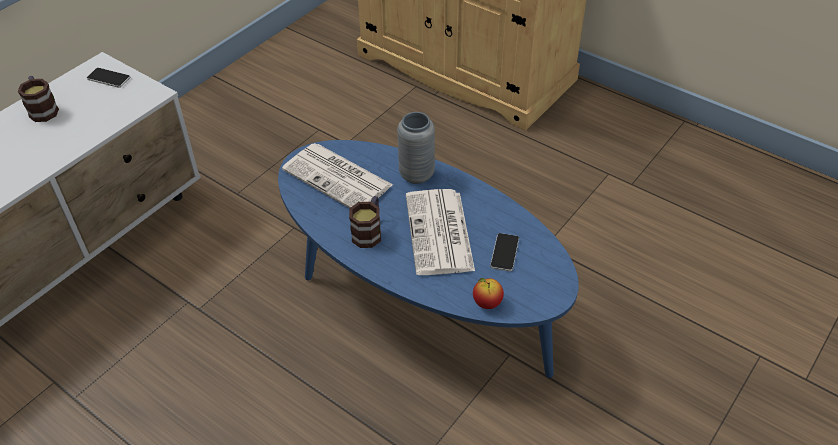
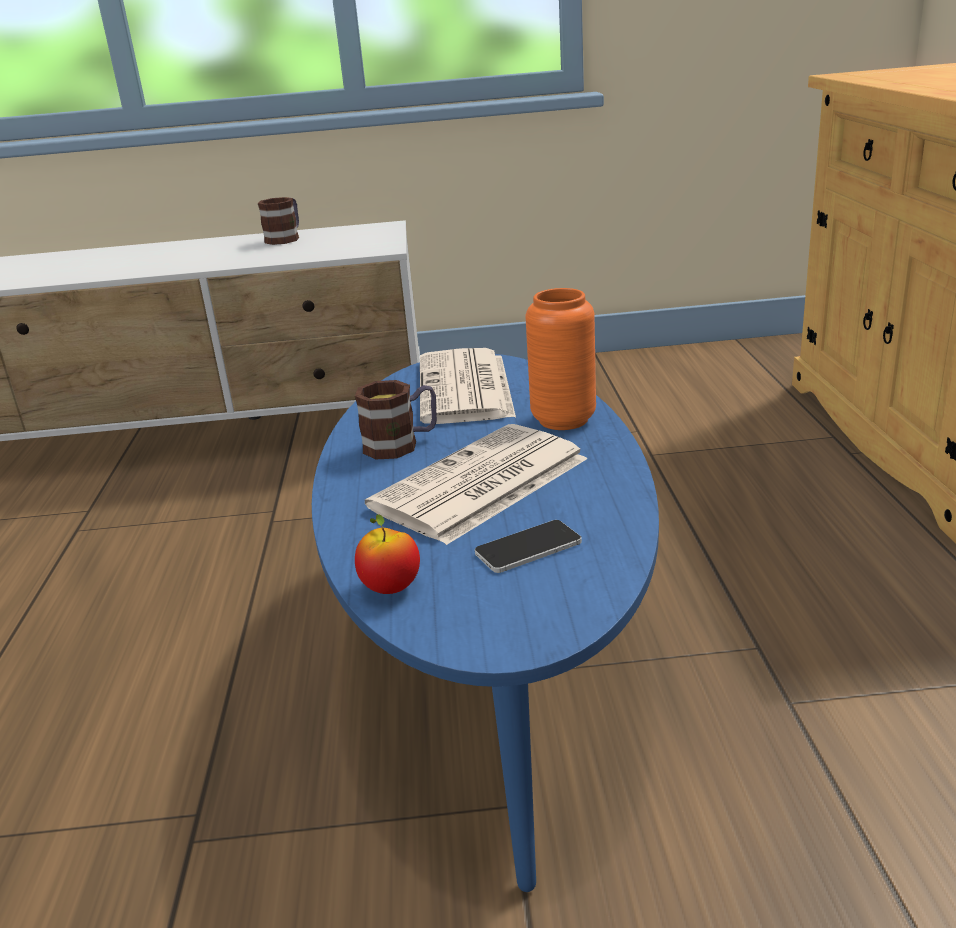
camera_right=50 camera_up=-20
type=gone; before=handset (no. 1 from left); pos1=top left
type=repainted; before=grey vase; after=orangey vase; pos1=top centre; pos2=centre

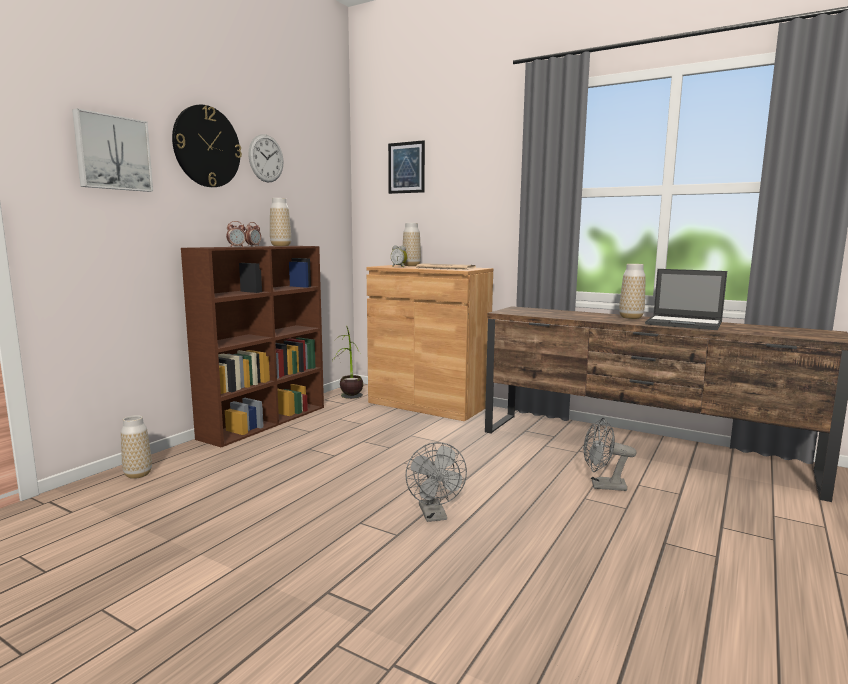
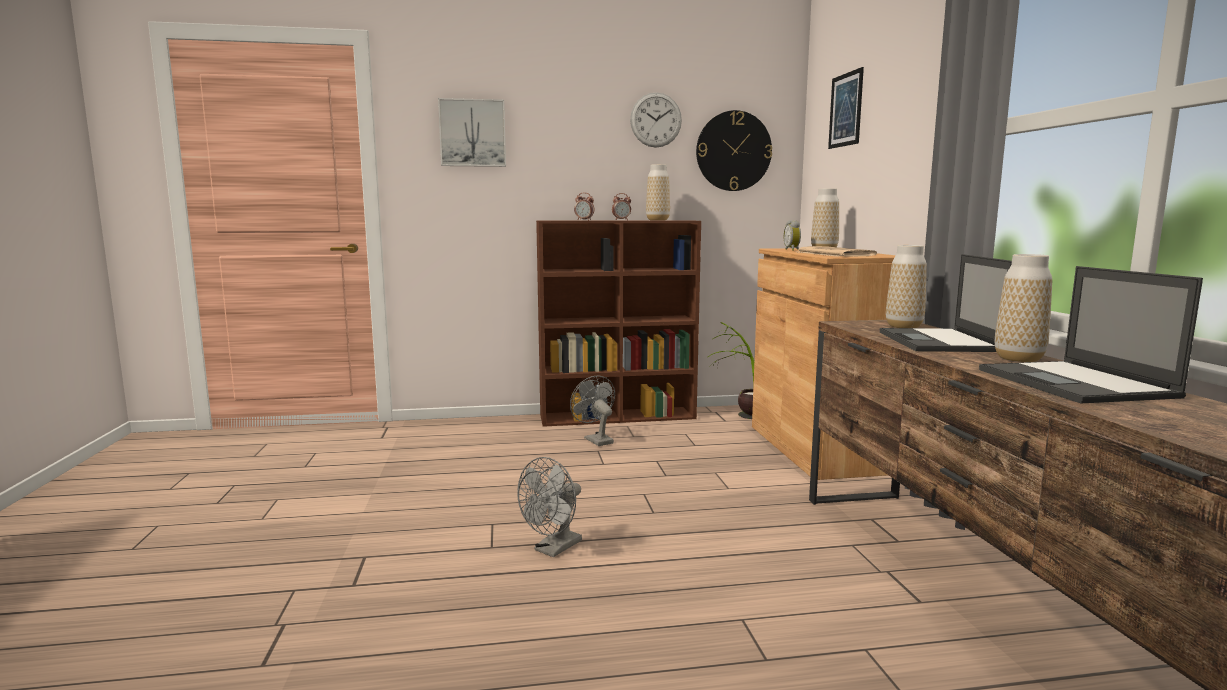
camera_right=50 camera_up=0
type=shifted; before=vase (no. 1 from left in the first image); after=vase (no. 3 from left); pos1=middle left; pos2=middle right
type=shifted; before=clock on the wall (no. 1 from left in the first image); after=clock on the wall (no. 2 from left); pos1=top left; pos2=top centre
type=shifted; before=grey fan (no. 2 from left); pos1=middle right; pos2=centre
type=new; after=notebook computer (no. 1 from left); pos2=middle right

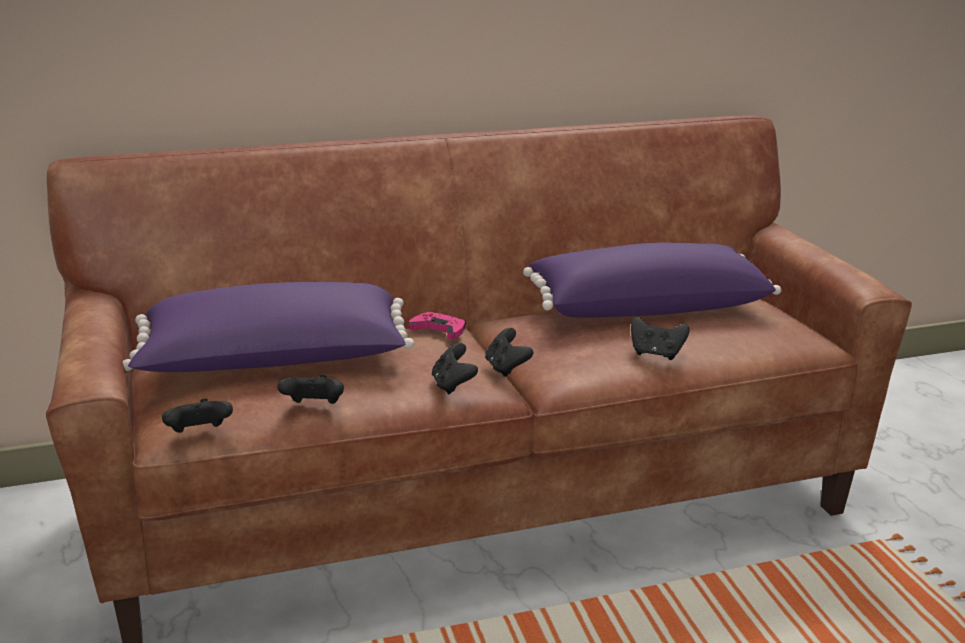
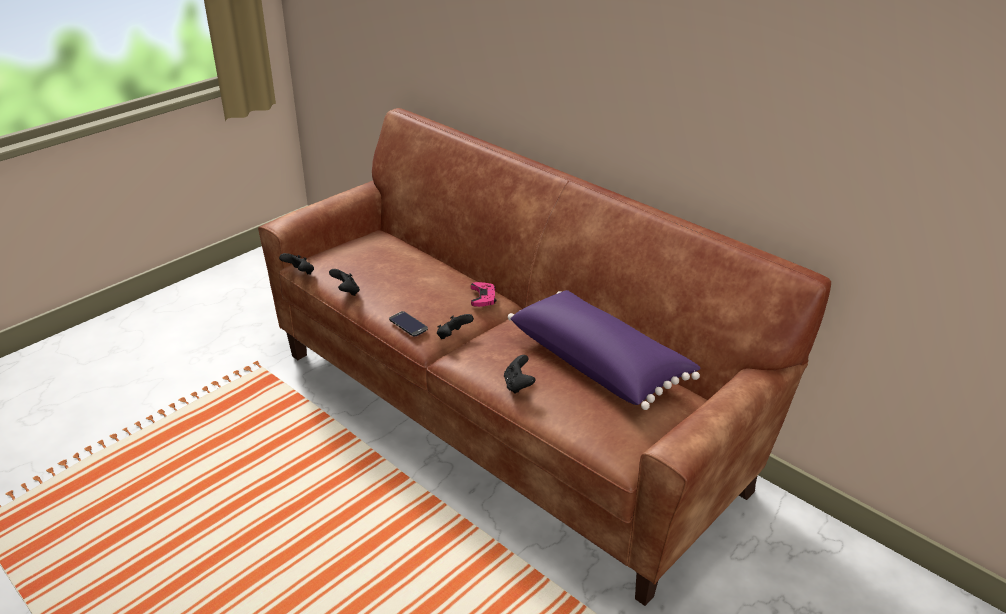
camera_right=60 camera_up=10
type=gone; before=purple throw pillow (no. 1 from left); pos1=middle left
type=swapped; before=black game controller (no. 3 from left); after=handset; pos1=centre; pos2=centre

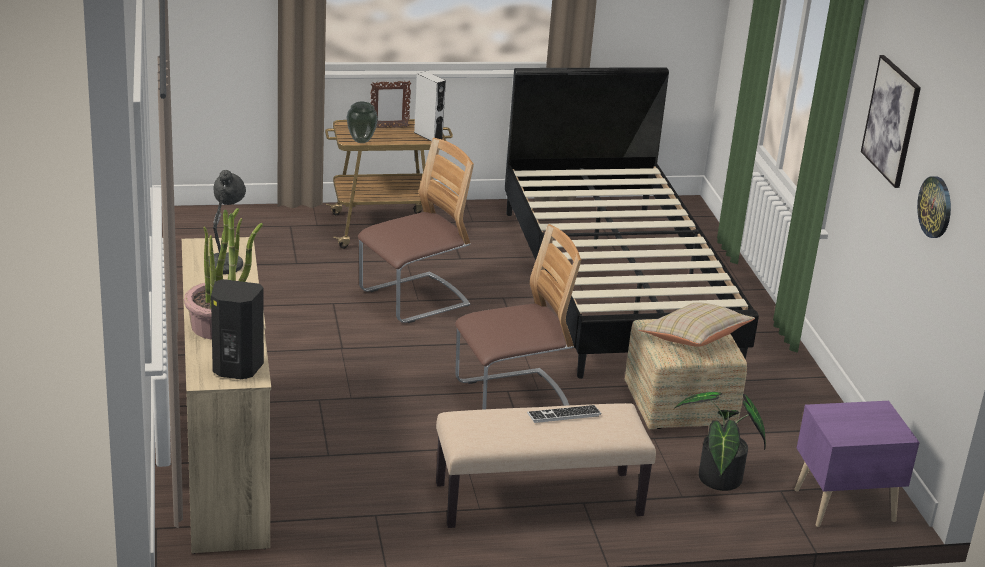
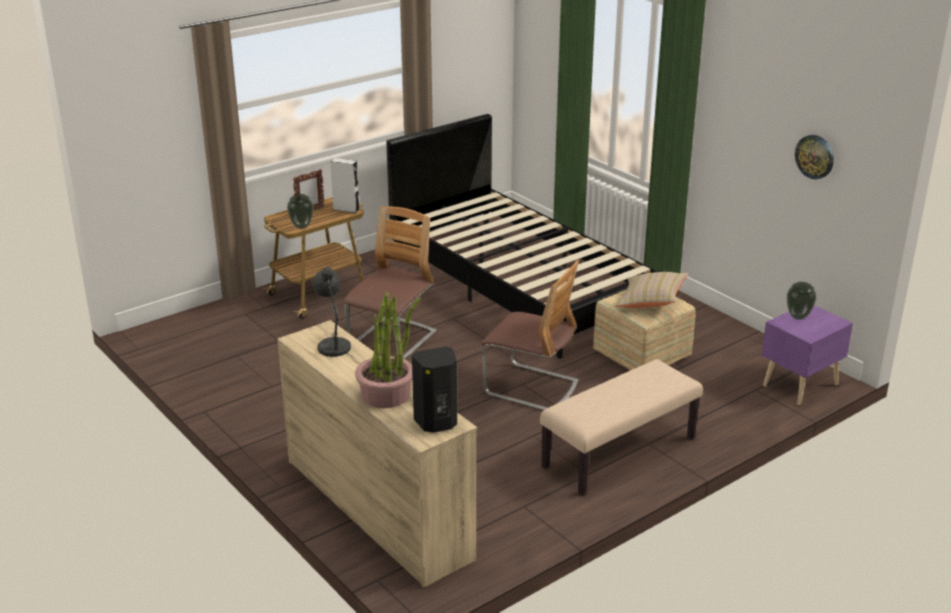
camera_right=-25 camera_up=0
type=rotated; before=upright chair (no. 2 from left); pos1=centre; pos2=centre; turn=75
type=gone; before=computer keyboard; pos1=bottom centre
type=gone; before=potted plant (no. 2 from left); pos1=bottom right
type=gone; before=wall picture; pos1=top right
type=new; after=vase (no. 2 from left); pos2=middle right

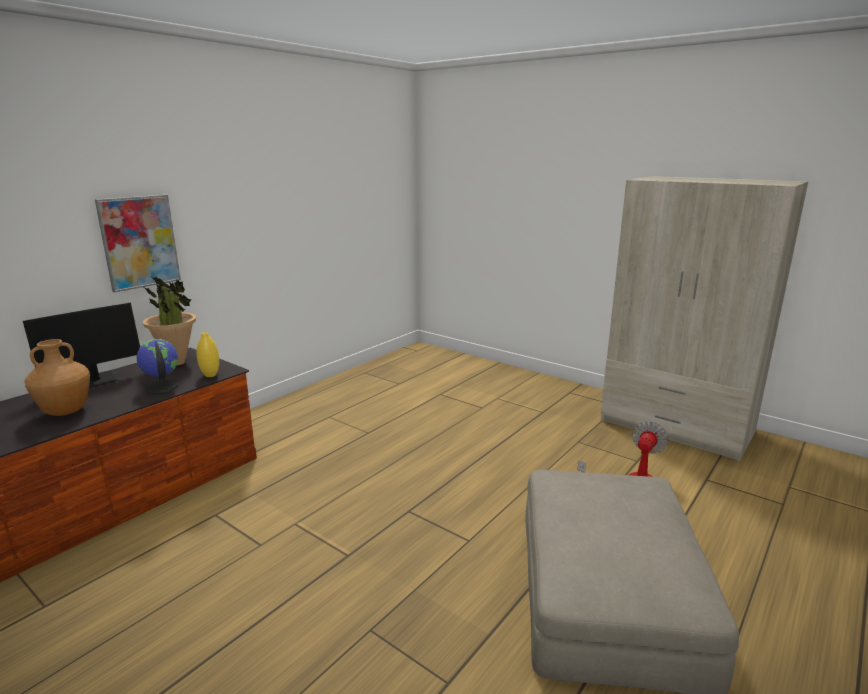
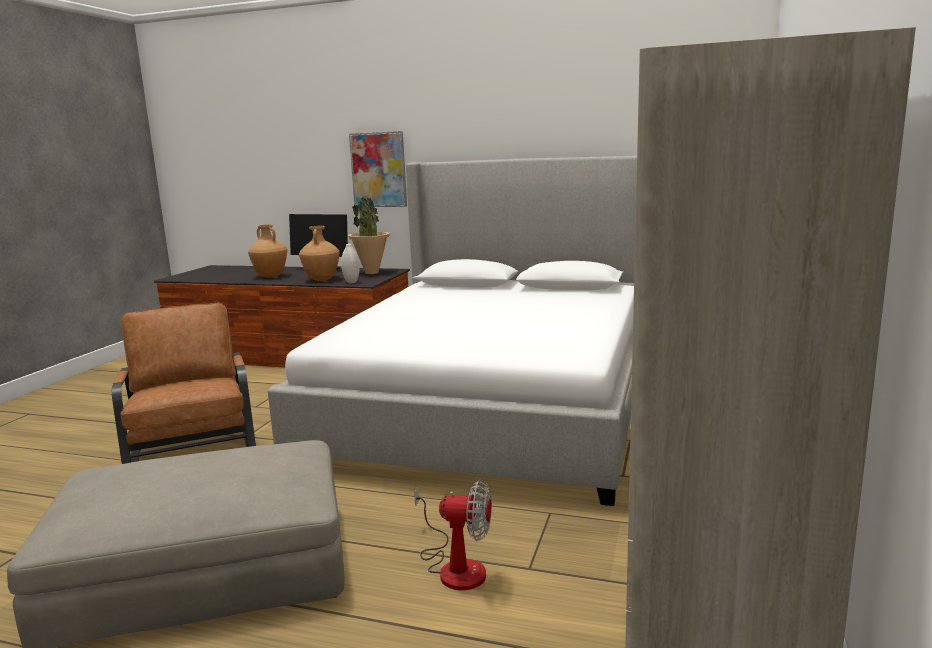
camera_right=70 camera_up=-5
type=swapped; before=desk globe; after=brown vase (no. 2 from left); pos1=middle left; pos2=centre
type=repainted; before=yellow-coloured vase; after=white vase; pos1=middle left; pos2=centre
type=new; after=brown armchair; pos2=middle left
type=new; after=sleeping bed; pos2=centre

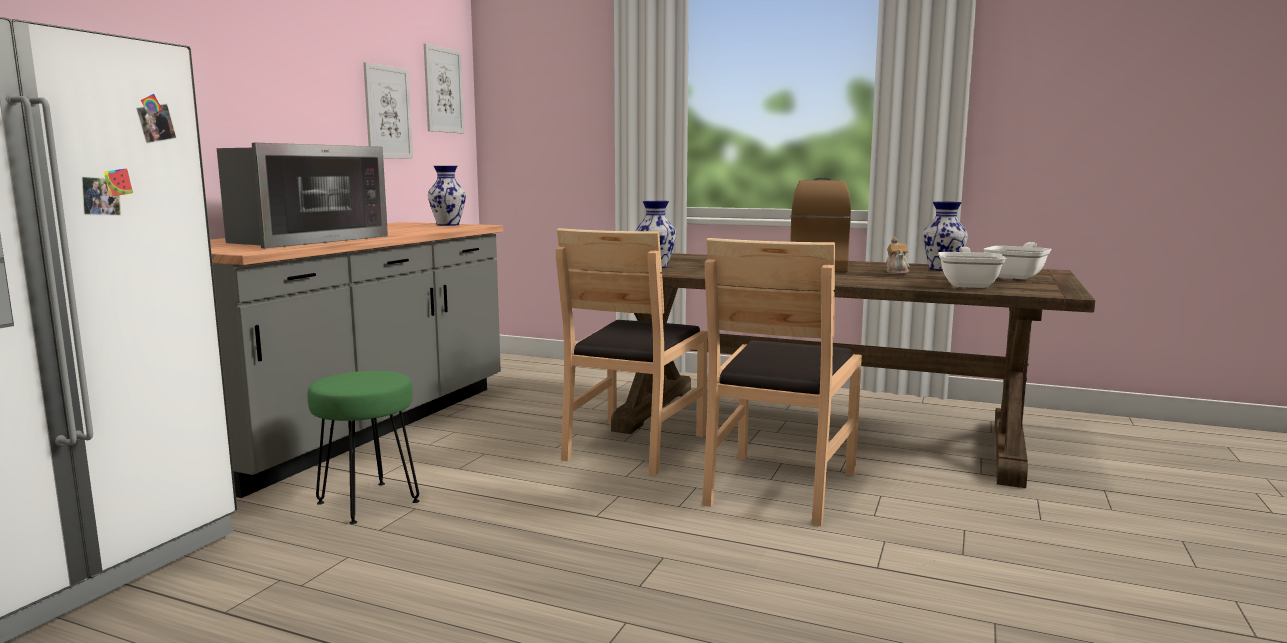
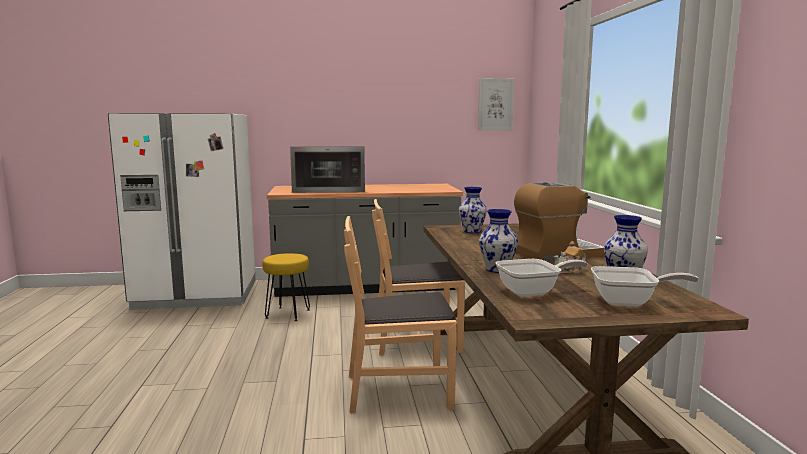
camera_right=60 camera_up=0
type=repainted; before=green-coloured stool seat; after=yellow-coloured stool seat; pos1=bottom left; pos2=centre
type=gone; before=wall picture (no. 1 from left); pos1=top left
type=shifted; before=vase (no. 1 from left in the first image); after=vase (no. 2 from left); pos1=top centre; pos2=centre

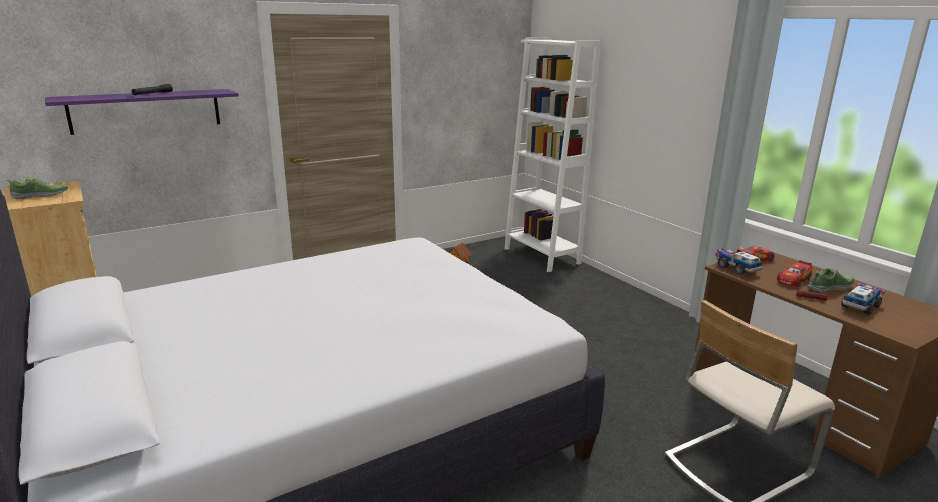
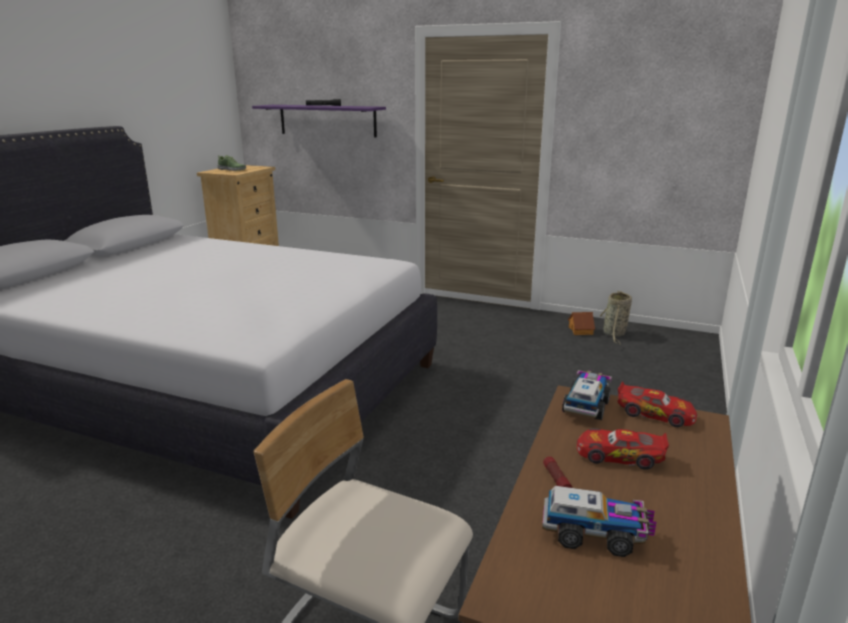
camera_right=55 camera_up=0
type=gone; before=white shelving unit; pos1=top centre
type=gone; before=shoe (no. 2 from left); pos1=middle right
type=new; after=basket; pos2=middle right

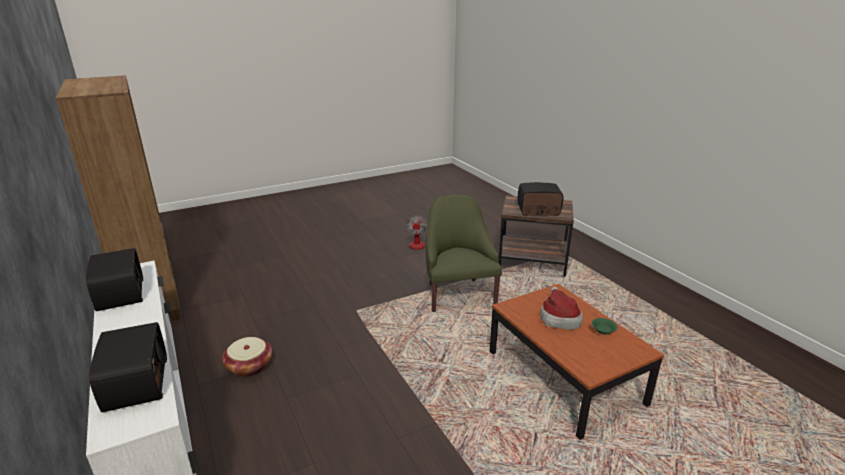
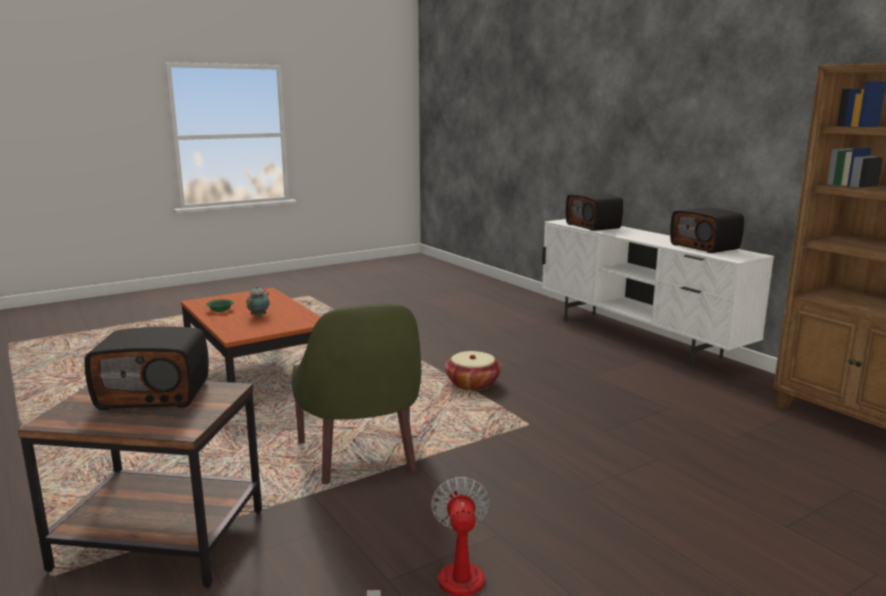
camera_right=175 camera_up=-10
type=shifted; before=basket; pos1=bottom left; pos2=centre
type=swapped; before=clothing hat; after=pot for tea; pos1=centre; pos2=middle left

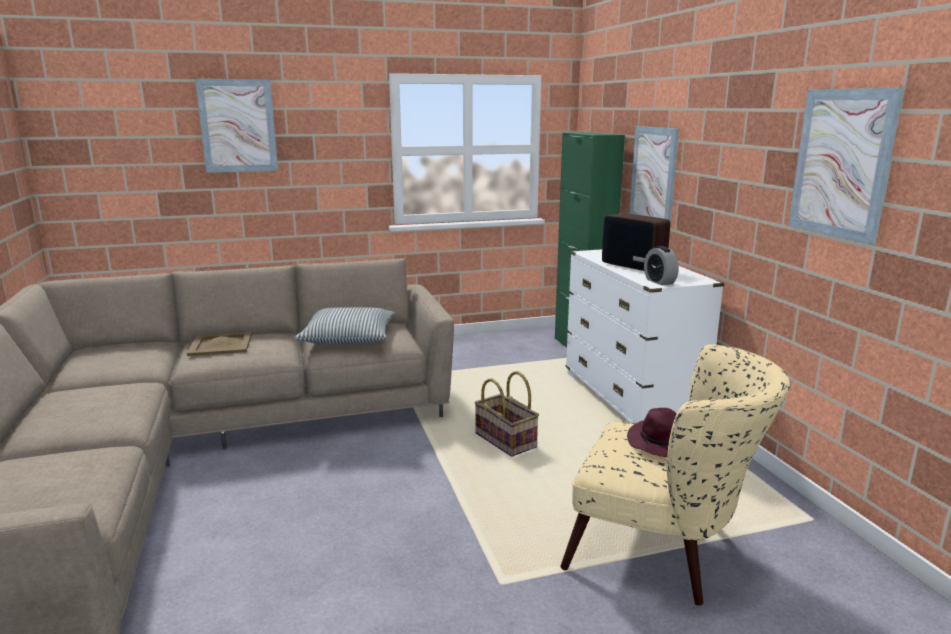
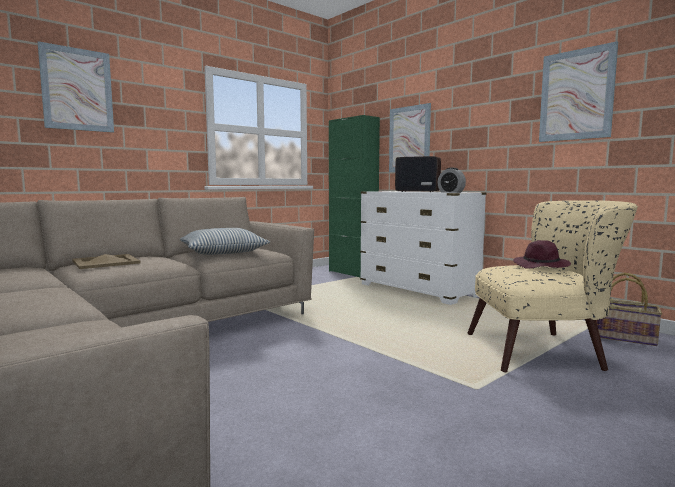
camera_right=-25 camera_up=-10
type=shifted; before=basket; pos1=centre; pos2=middle right

